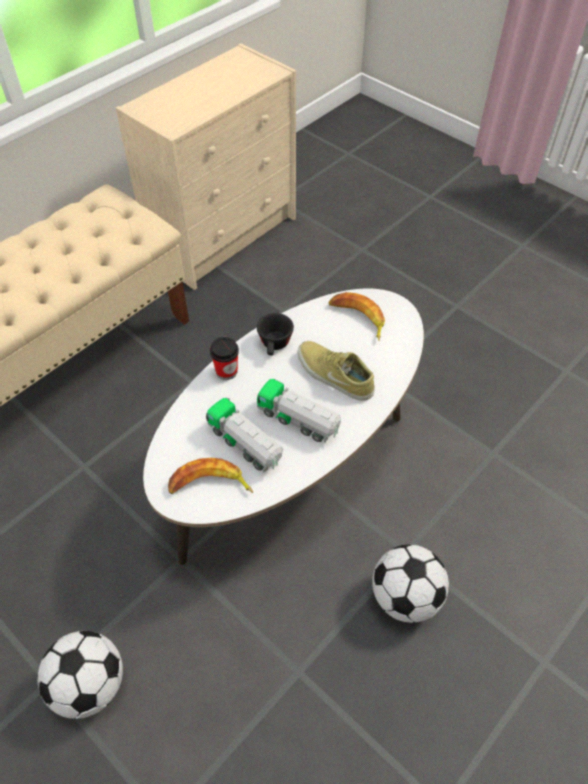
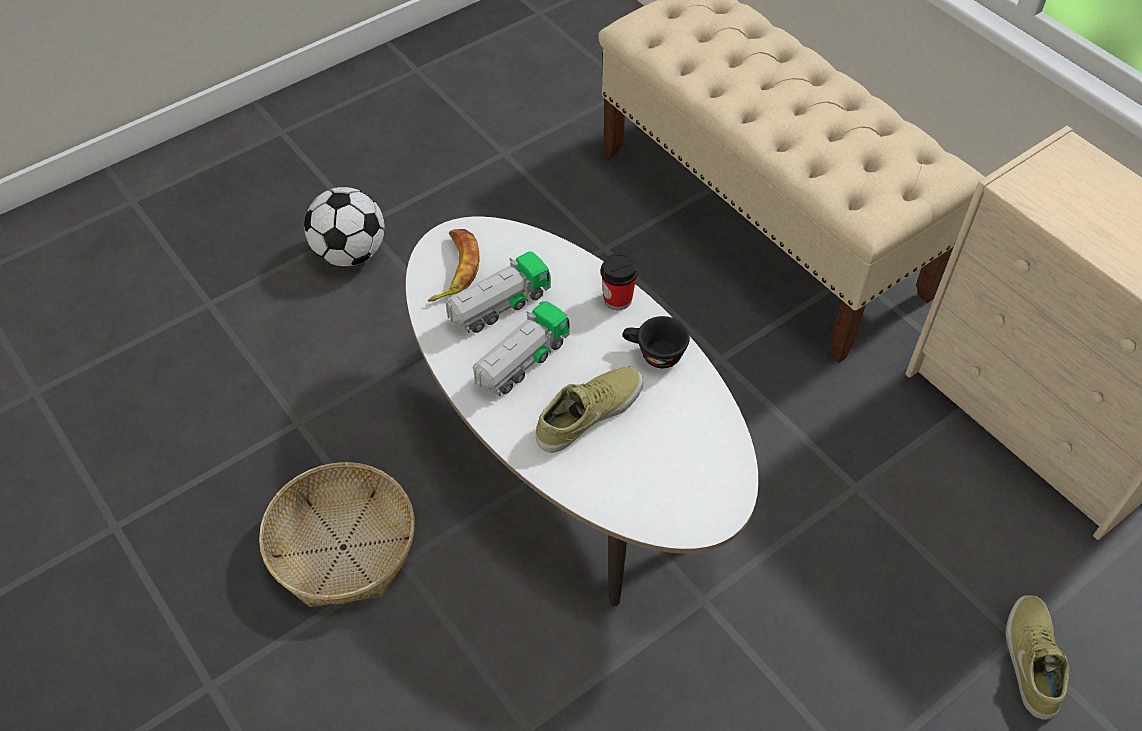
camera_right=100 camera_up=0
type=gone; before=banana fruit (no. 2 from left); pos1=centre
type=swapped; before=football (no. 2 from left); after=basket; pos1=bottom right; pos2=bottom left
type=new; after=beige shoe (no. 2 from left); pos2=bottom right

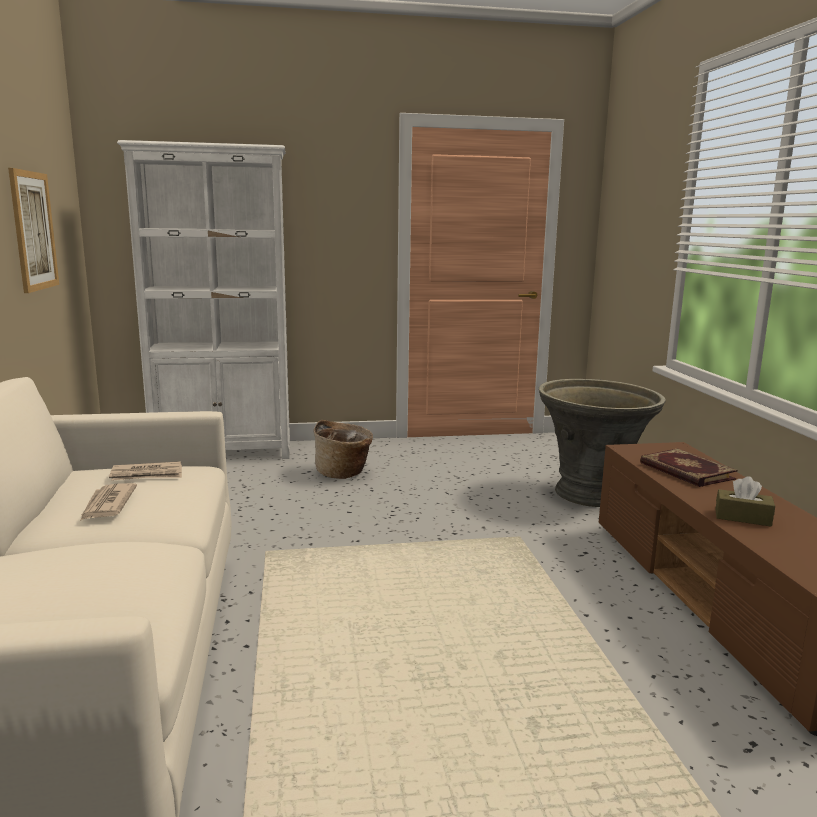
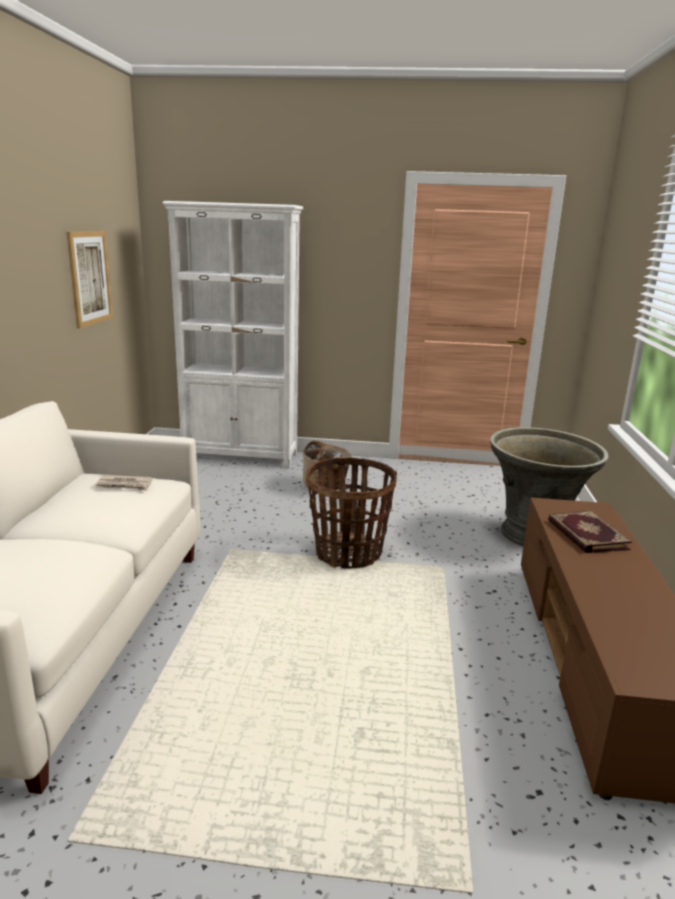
camera_right=15 camera_up=5
type=gone; before=printed paper (no. 1 from left); pos1=middle left
type=gone; before=brown box of tissues; pos1=middle right
type=new; after=basket (no. 2 from left); pos2=centre

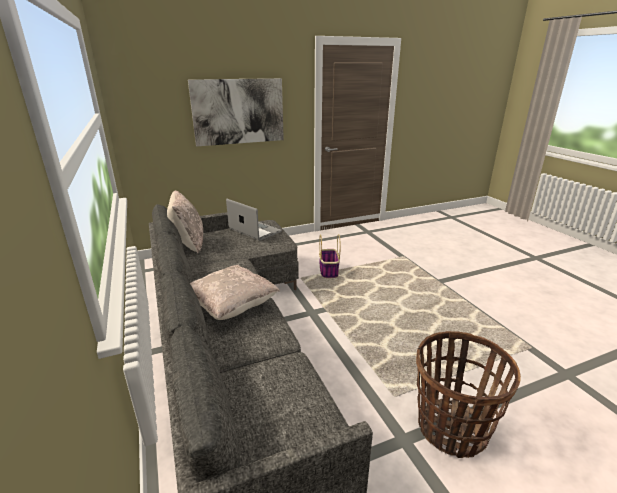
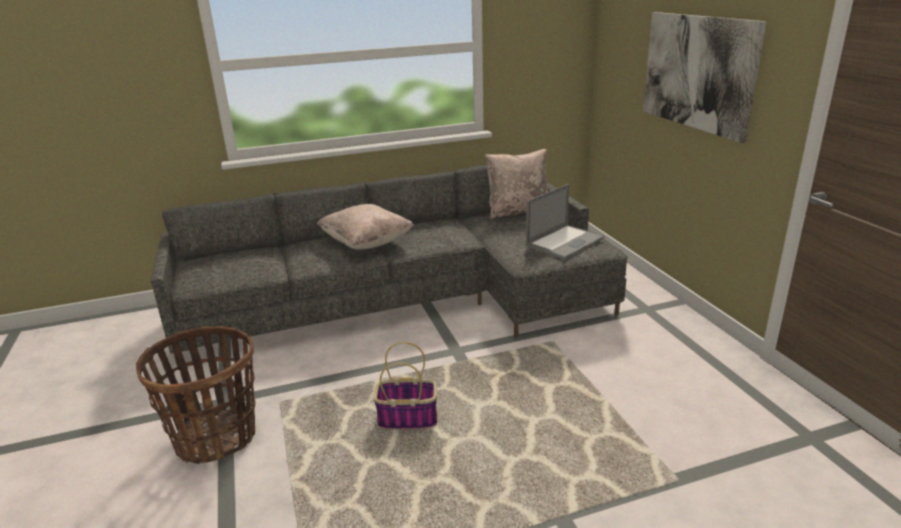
camera_right=95 camera_up=0
type=shifted; before=basket (no. 1 from left in the first image); after=basket (no. 2 from left); pos1=centre; pos2=bottom centre

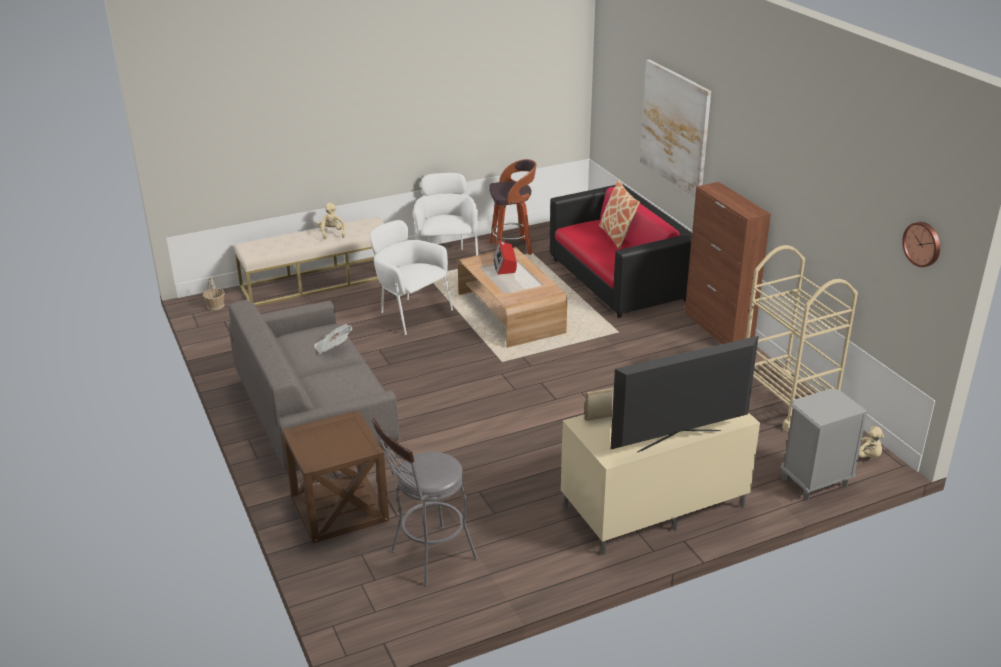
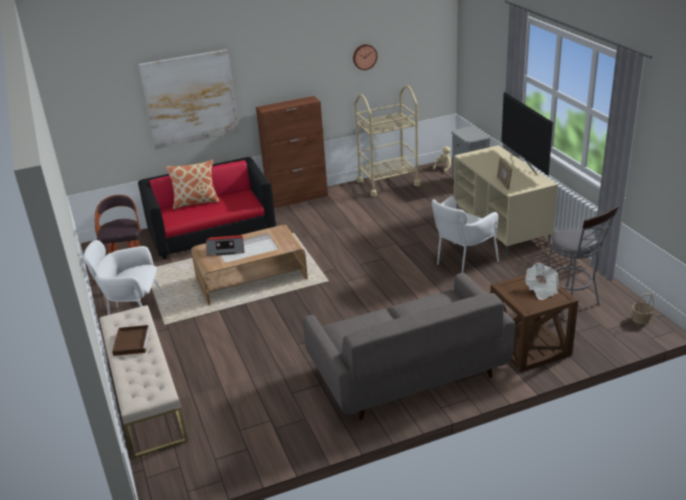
camera_right=-85 camera_up=0
type=shifted; before=basket; pos1=middle left; pos2=middle right
type=shifted; before=printed paper; pos1=middle left; pos2=middle right
type=swapped; before=beige cuddly toy (no. 1 from left); after=brown carrying tray; pos1=top left; pos2=bottom left
type=shifted; before=white armchair (no. 1 from left in the first image); after=white armchair (no. 2 from left); pos1=centre; pos2=middle right
type=shifted; before=clock on the wall; pos1=middle right; pos2=top centre

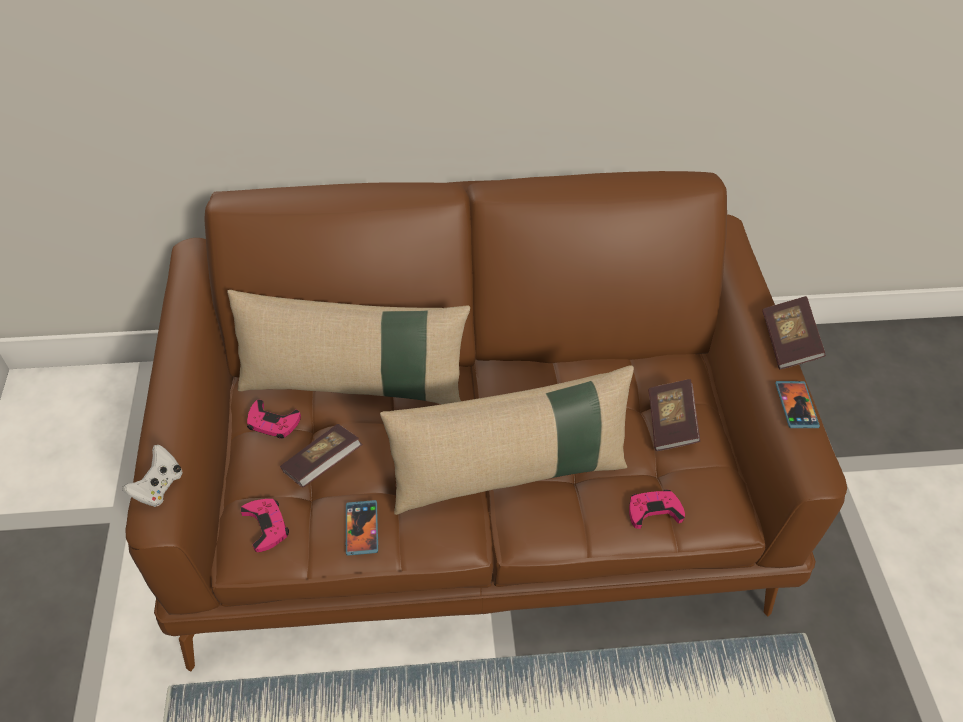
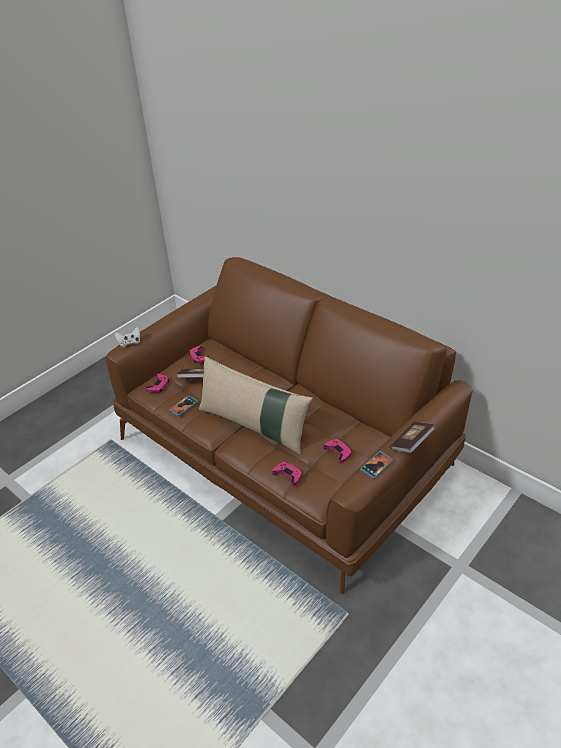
camera_right=50 camera_up=-10
type=gone; before=beige throw pillow (no. 1 from left); pos1=centre
type=swapped; before=volume (no. 2 from left); after=pink game controller (no. 4 from left); pos1=middle right; pos2=centre

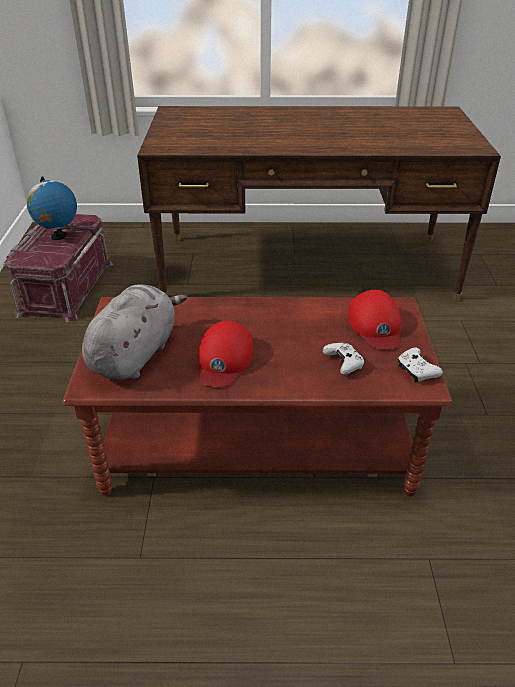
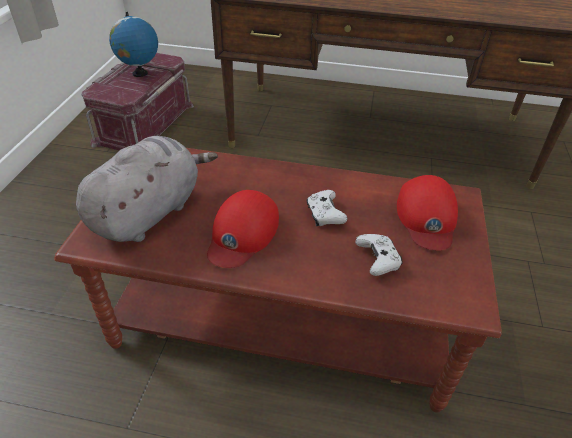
camera_right=10 camera_up=5
type=shifted; before=white game controller (no. 2 from left in the first image); after=white game controller (no. 1 from left); pos1=middle right; pos2=centre

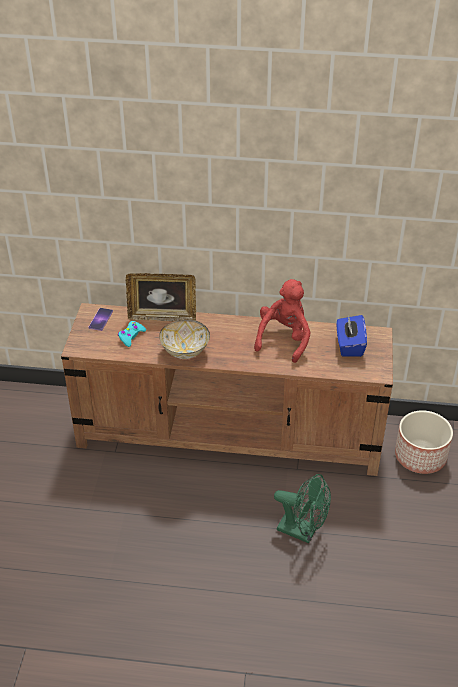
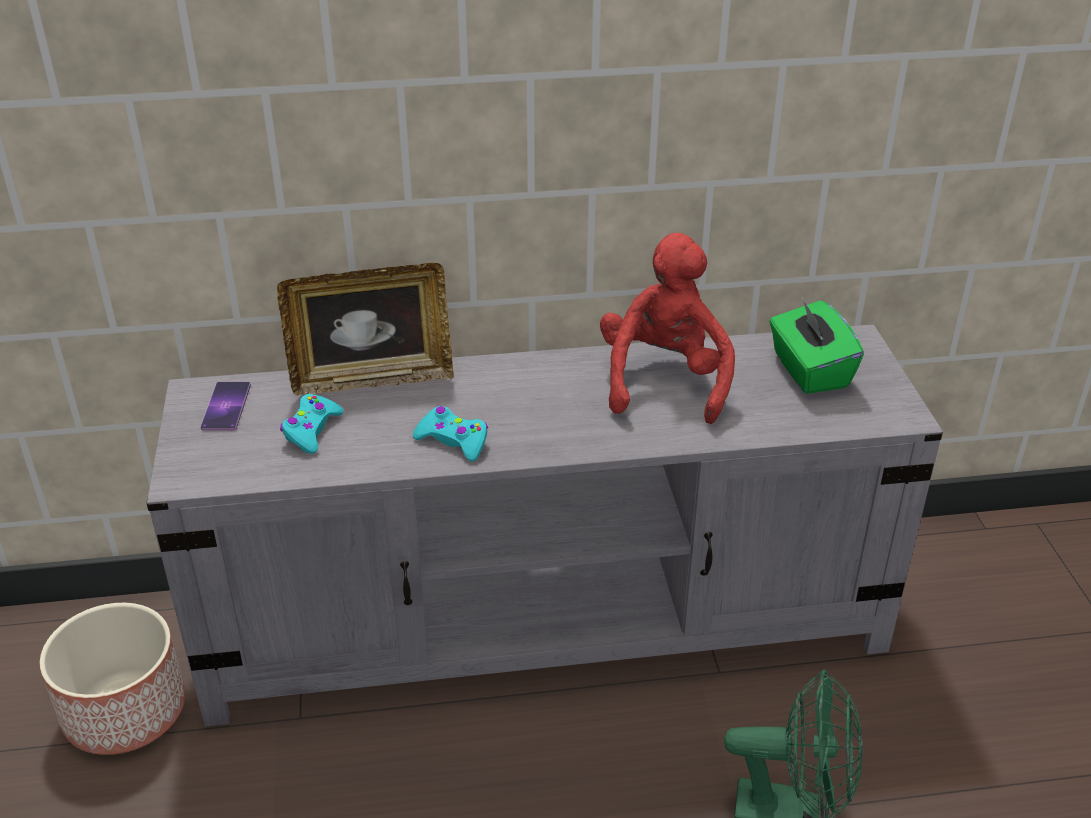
camera_right=-15 camera_up=-5
type=repainted; before=brown tv unit; after=grey tv unit; pos1=centre; pos2=centre
type=swapped; before=deep dish; after=blue-green game controller (no. 2 from left); pos1=centre; pos2=centre
type=repainted; before=bluish box of tissues; after=green-coloured box of tissues; pos1=middle right; pos2=middle right
type=shifted; before=flower pot; pos1=middle right; pos2=bottom left

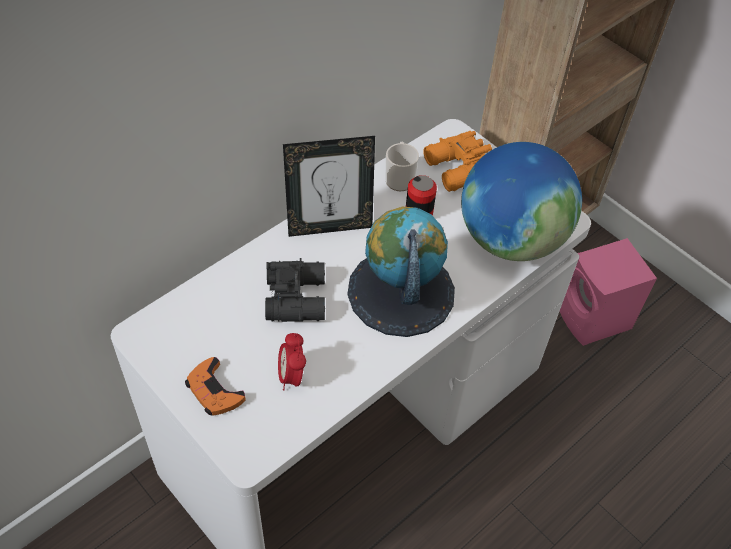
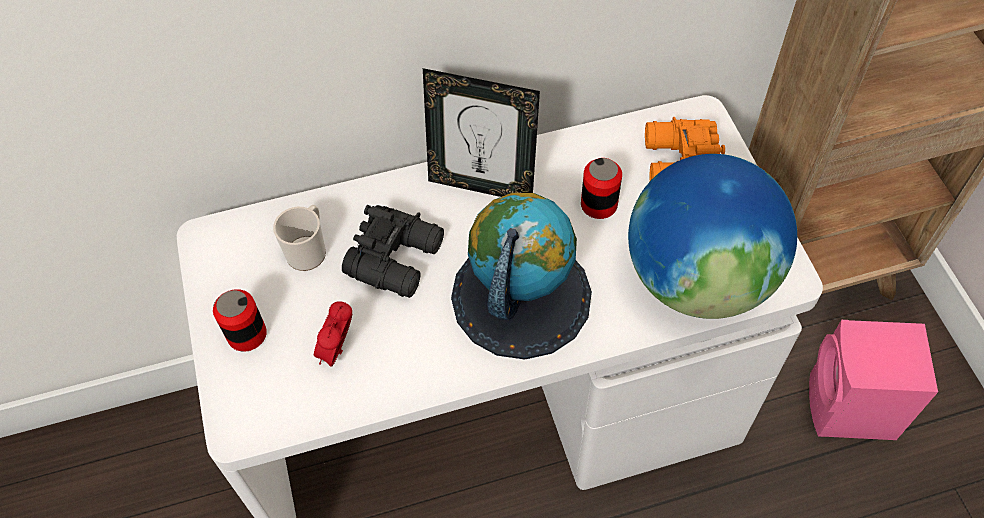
camera_right=30 camera_up=5
type=swapped; before=orangey game controller; after=can (no. 1 from left); pos1=bottom left; pos2=middle left
type=shifted; before=tea mug; pos1=top centre; pos2=middle left

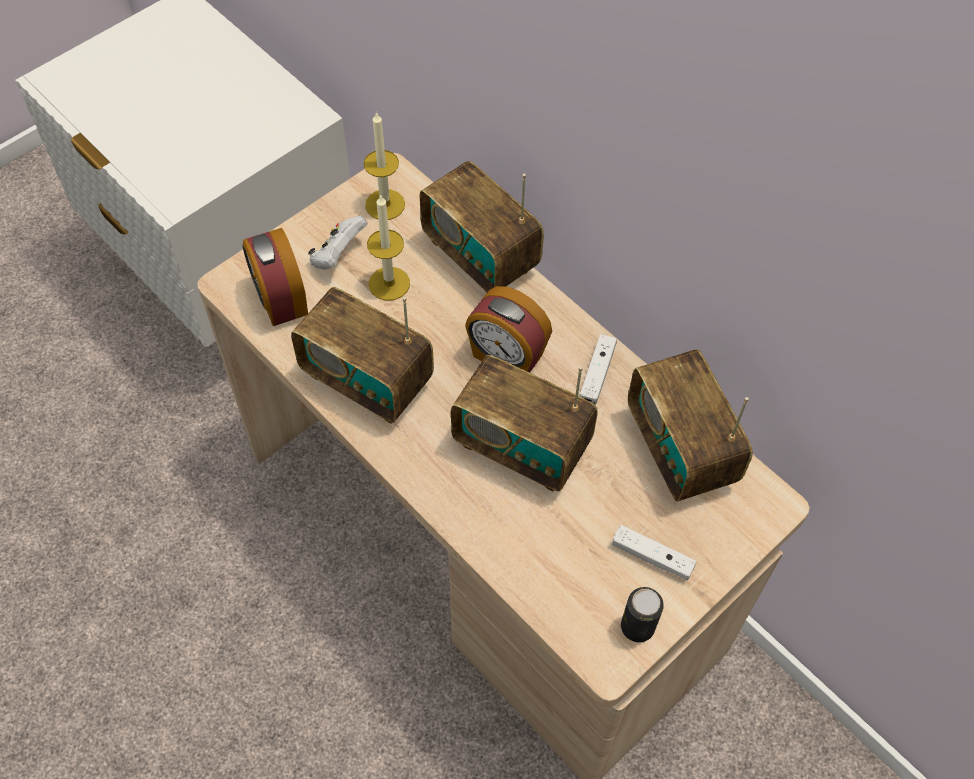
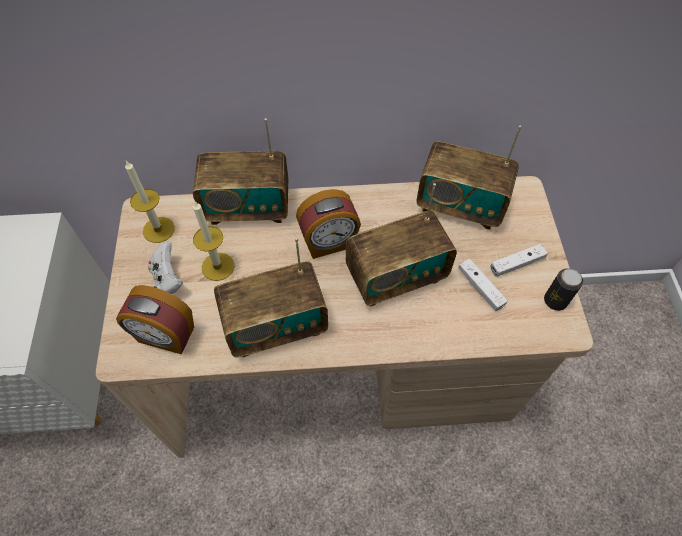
camera_right=-50 camera_up=0
type=shifted; before=white game controller (no. 2 from left); pos1=centre; pos2=middle right

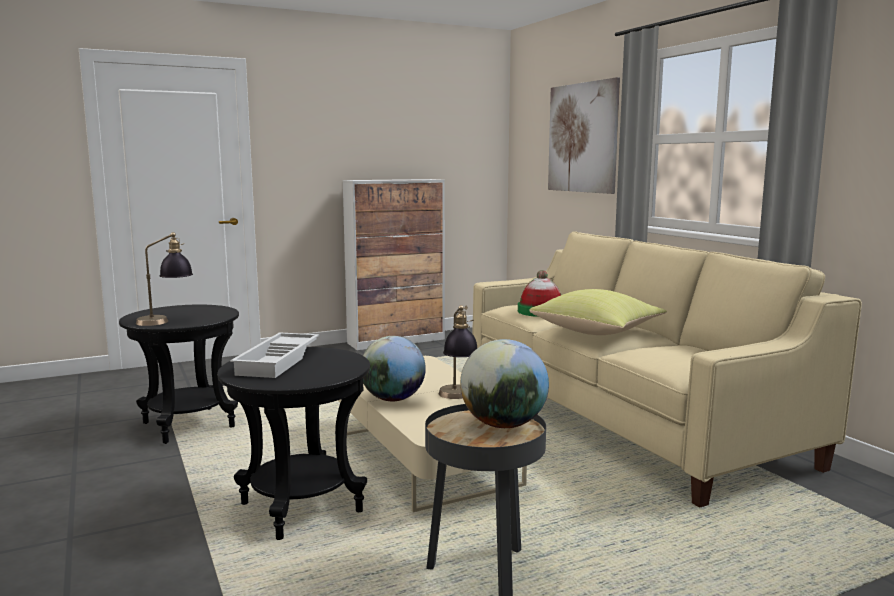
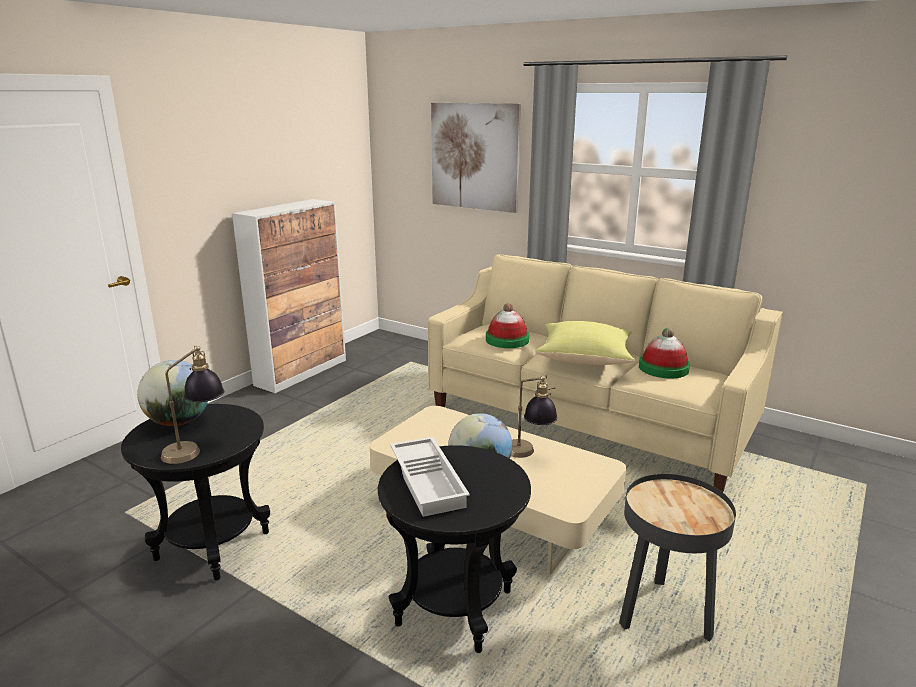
camera_right=-30 camera_up=10
type=shifted; before=desk globe (no. 2 from left in the first image); after=desk globe (no. 1 from left); pos1=centre; pos2=middle left
type=new; after=clothing hat (no. 2 from left); pos2=middle right

